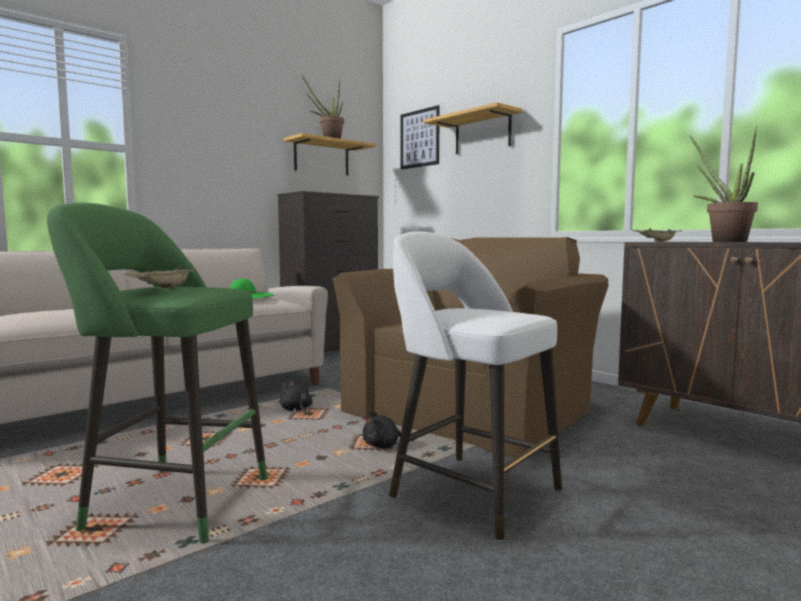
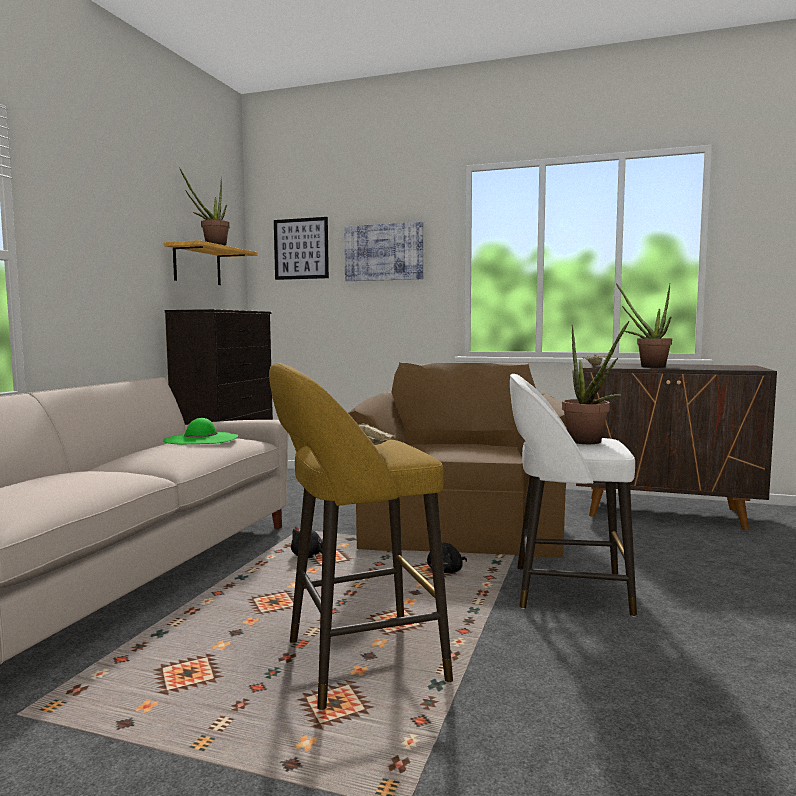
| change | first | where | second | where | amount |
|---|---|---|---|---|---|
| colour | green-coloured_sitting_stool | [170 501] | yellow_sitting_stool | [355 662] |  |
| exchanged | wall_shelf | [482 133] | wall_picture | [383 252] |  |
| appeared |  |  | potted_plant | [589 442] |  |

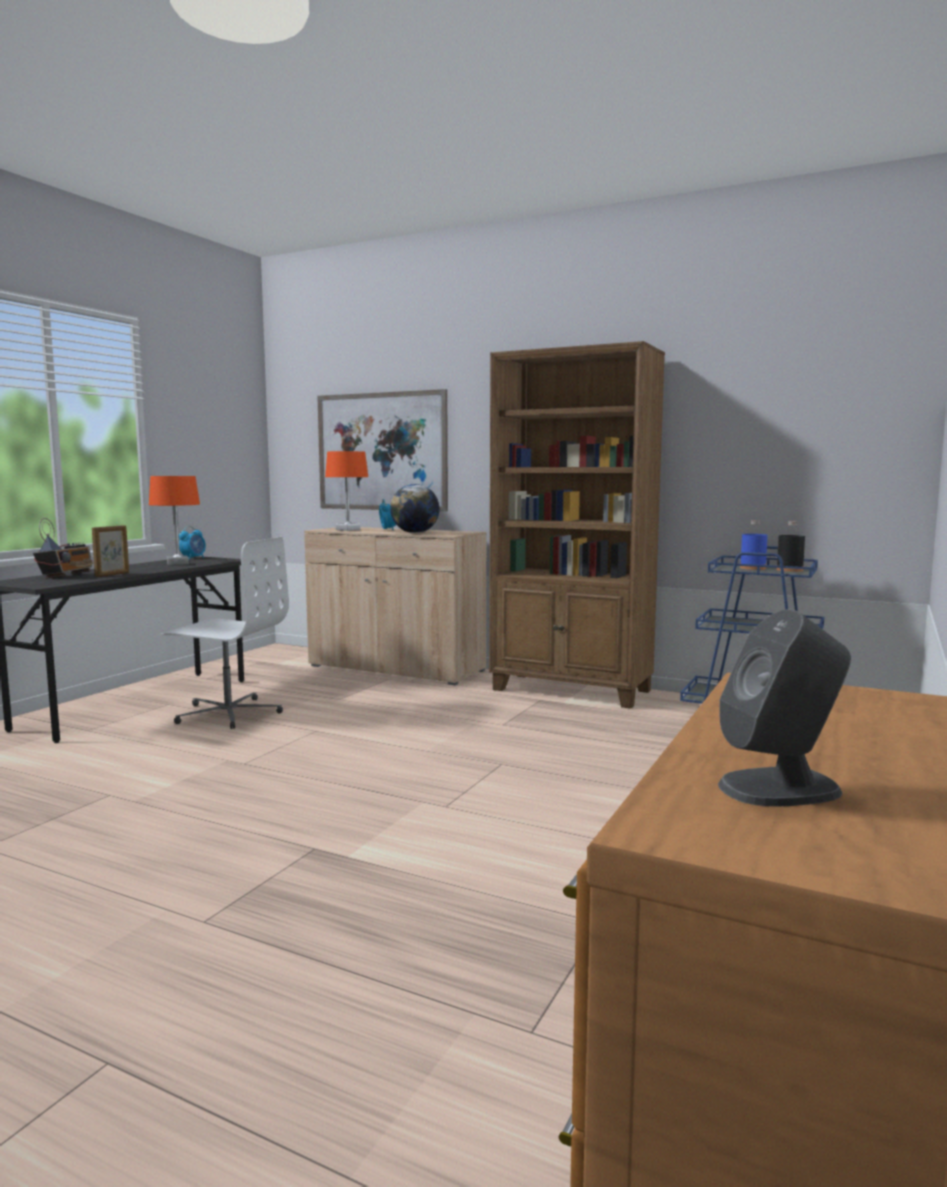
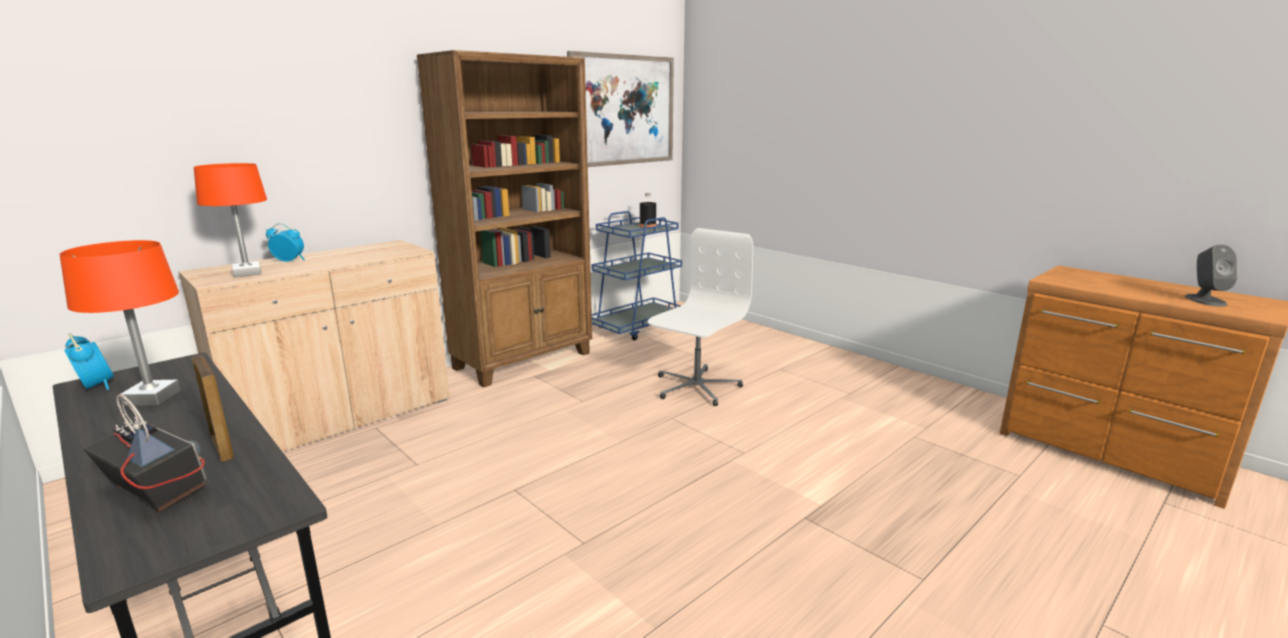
| change | first | where | second | where | amount |
|---|---|---|---|---|---|
| relocated | white-coloured_computer_chair | [228 713] |  | [695 387] |  |
| relocated | wall_picture | [381 451] |  | [623 110] |  |
| missing | world_globe | [415 533] |  |  |  |
| missing | blue_drink_bottle | [753 568] |  |  |  |

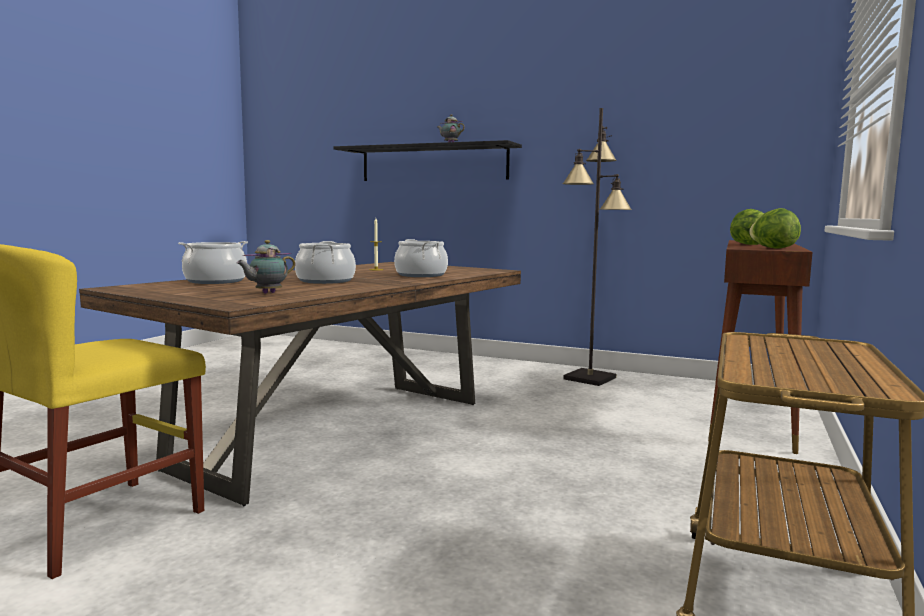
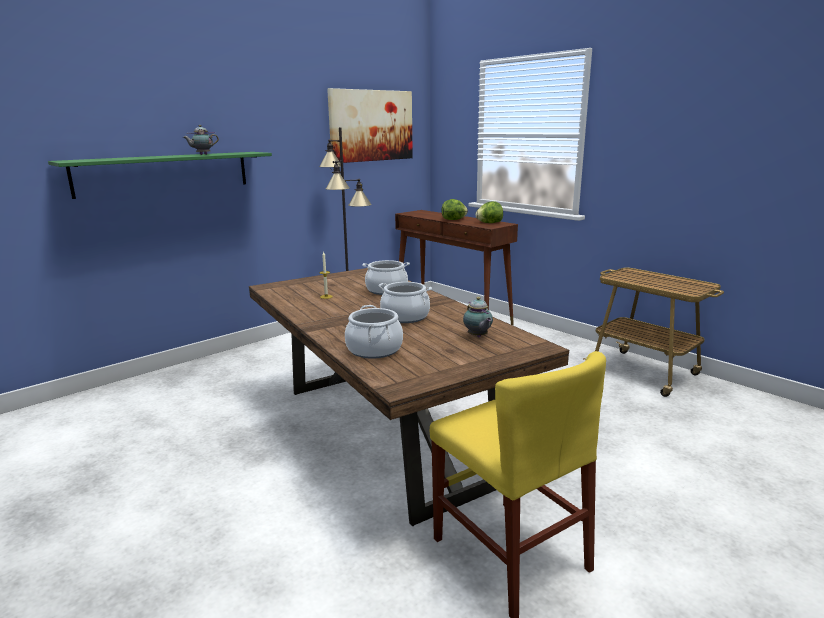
| change | first | where | second | where | amount |
|---|---|---|---|---|---|
| colour | blackish_wall_shelf | [433 163] | green-coloured_wall_shelf | [164 173] |  |
| appeared |  |  | wall_picture | [371 125] |  |

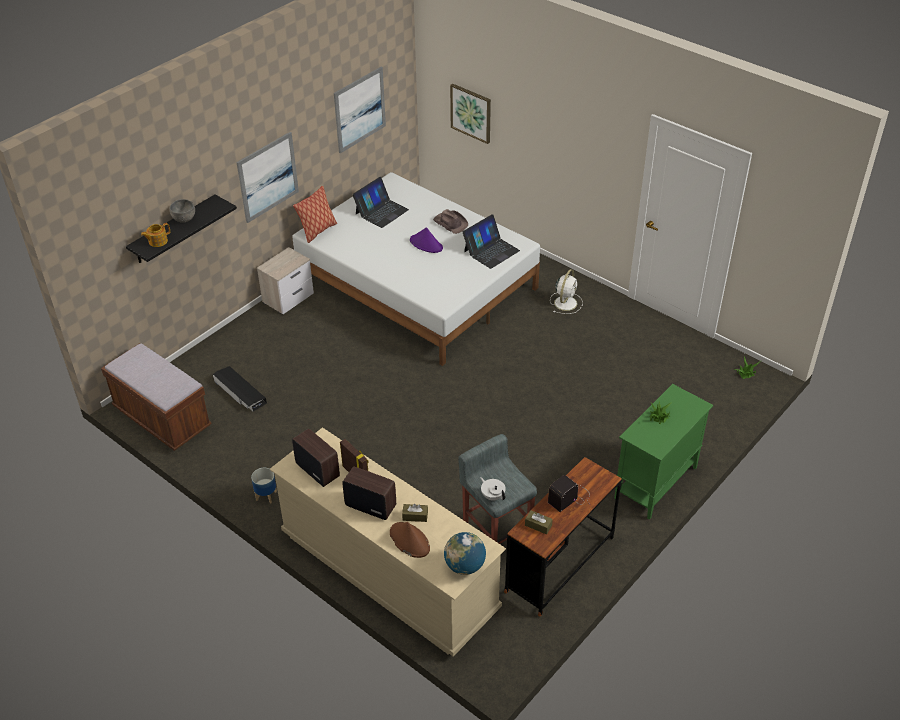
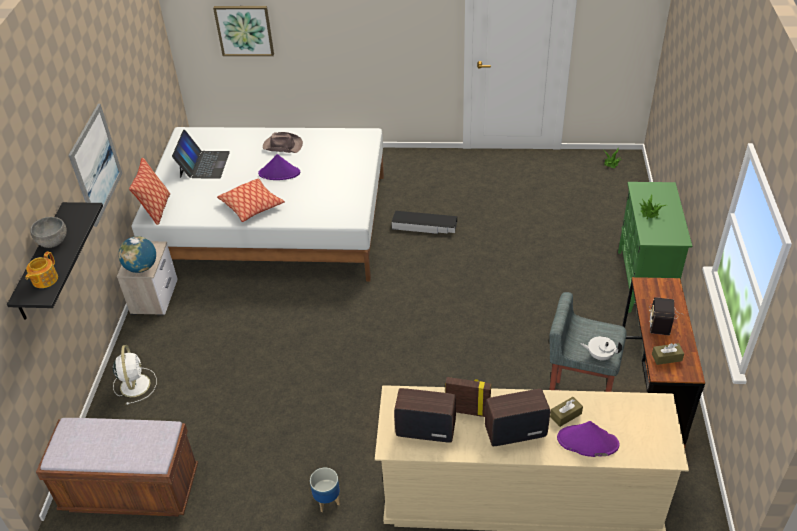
| change | first | where | second | where | amount |
|---|---|---|---|---|---|
| relocated | blackish_storage_box | [240 392] |  | [424 226] |  |
| missing | wall_picture | [359 109] |  |  |  |
| colour | brownish_wearable_hat | [409 540] | purple_wearable_hat | [587 441] |  |
| relocated | world_globe | [465 566] |  | [141 267] |  |
| missing | notebook_computer | [491 251] |  |  |  |
| relocated | white-coloured_fan | [566 302] |  | [135 384] |  |
| appeared |  |  | cushion | [252 206] |  |

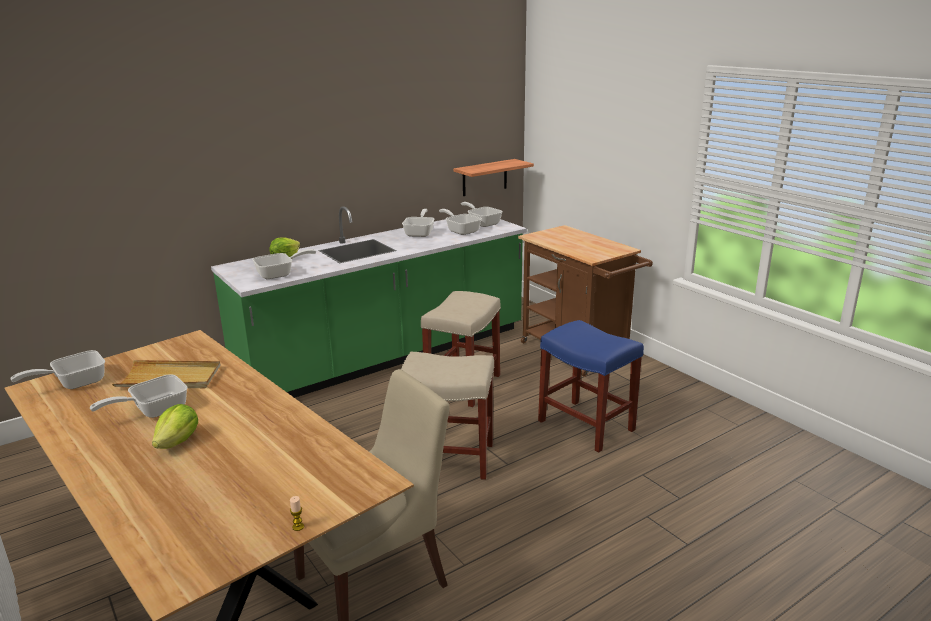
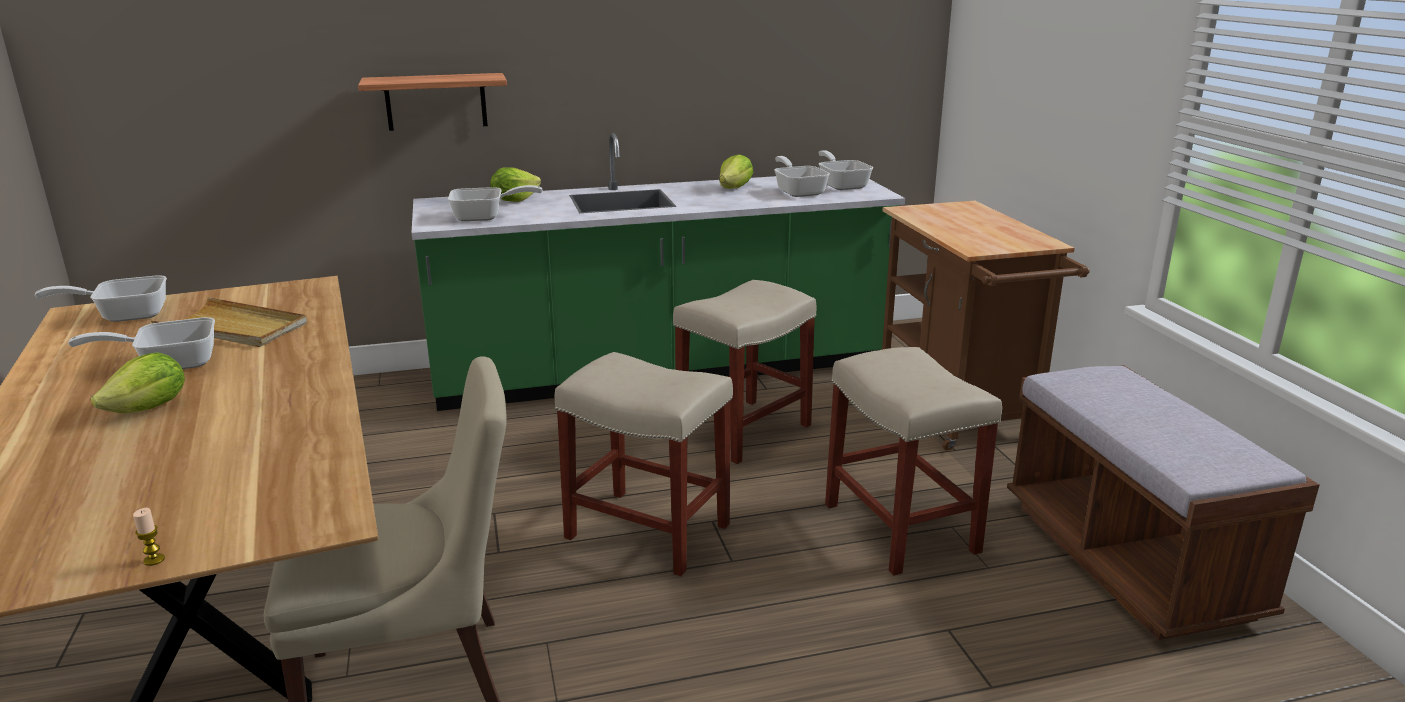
| change | first | where | second | where | amount |
|---|---|---|---|---|---|
| exchanged | skillet | [420 233] | head_of_lettuce | [735 188] |  |
| relocated | wall_shelf | [484 177] |  | [436 101] |  |
| colour | blue_sitting_stool | [587 426] | beige_sitting_stool | [902 529] |  |
| appeared |  |  | brownish_bench | [1128 559] |  |

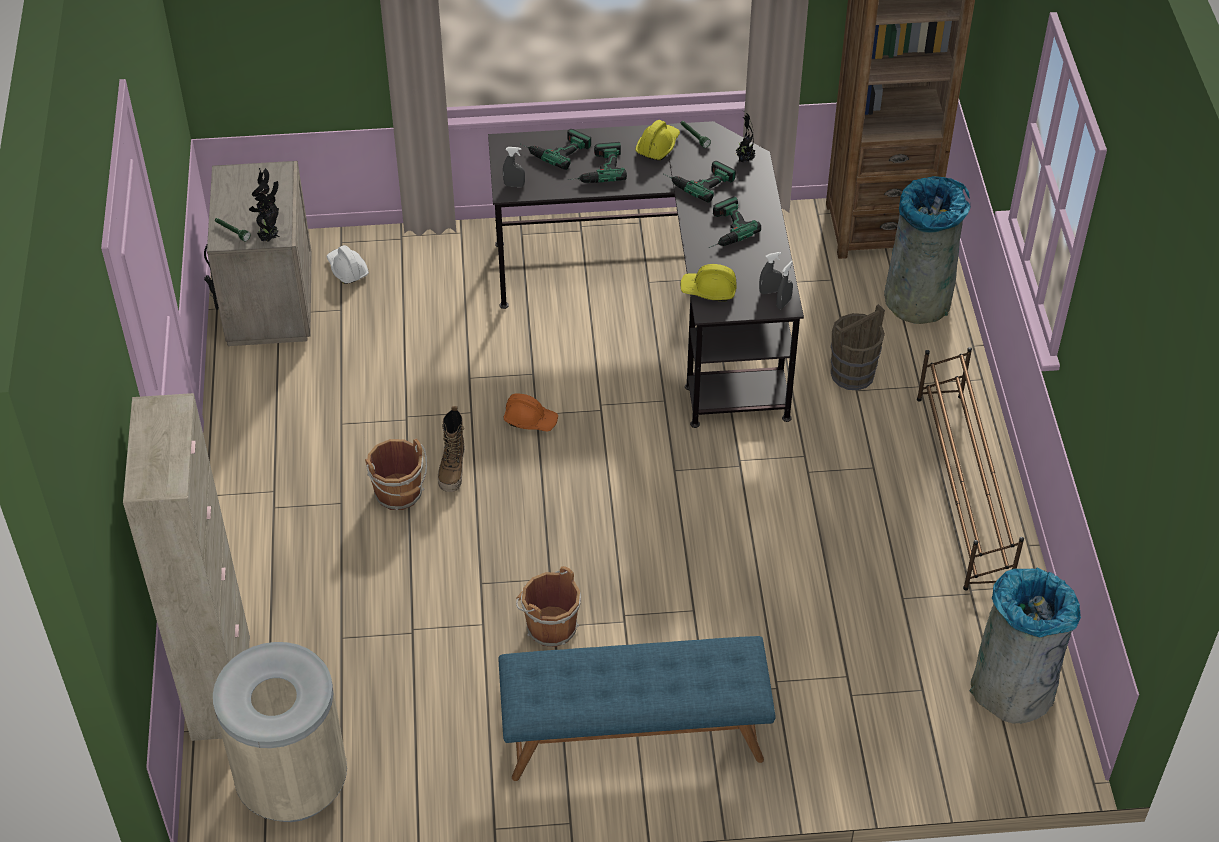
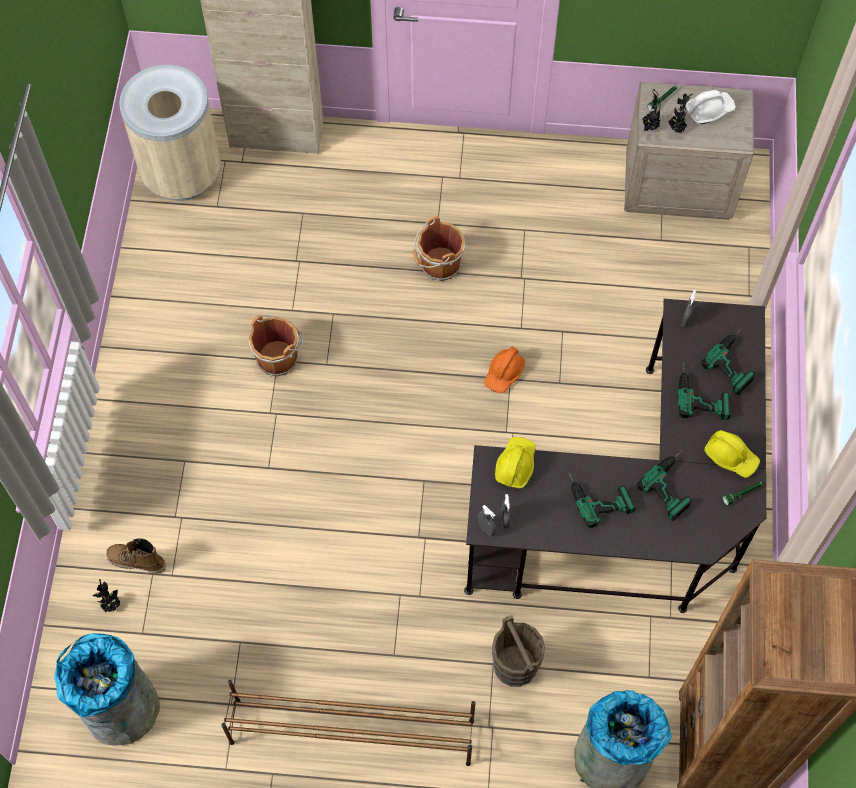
| change | first | where | second | where | amount |
|---|---|---|---|---|---|
| relocated | white-coloured_safety_helmet | [347 269] |  | [709 110] |  |
| relocated | boot | [453 470] |  | [137 562] |  |
| missing | blue_bench | [634 736] |  |  |  |
| relocated | potted_plant | [744 159] |  | [112 605] |  |

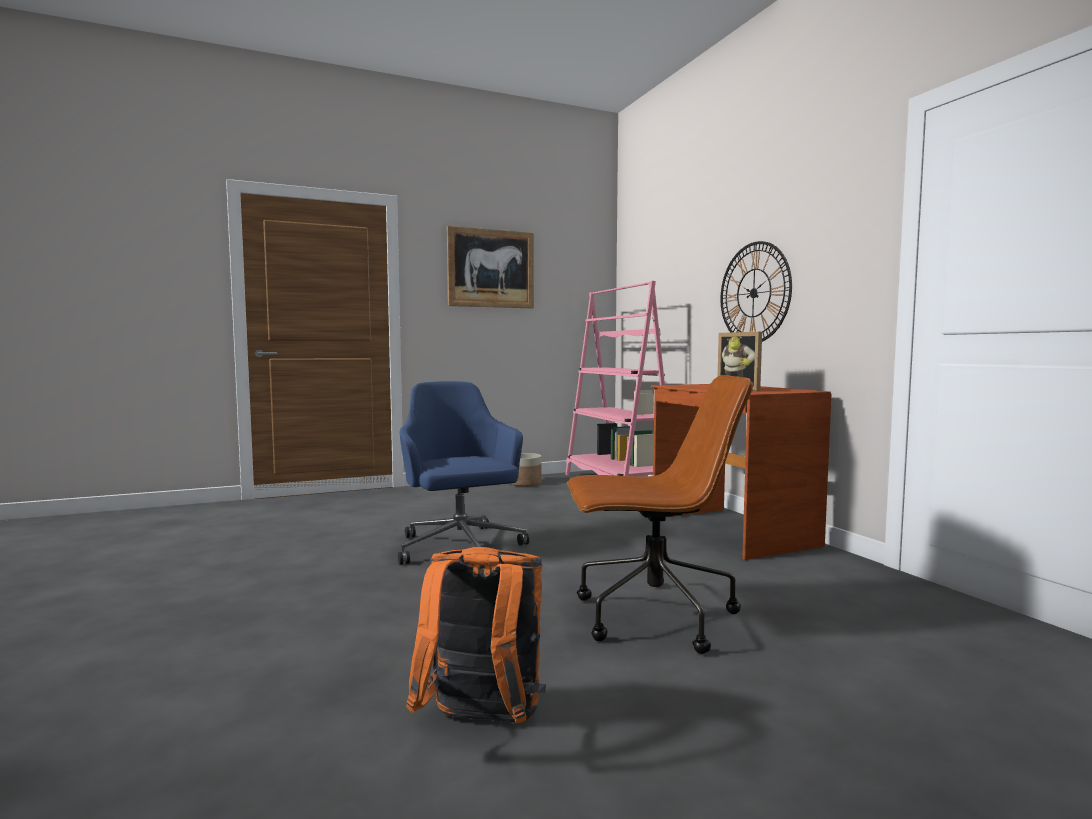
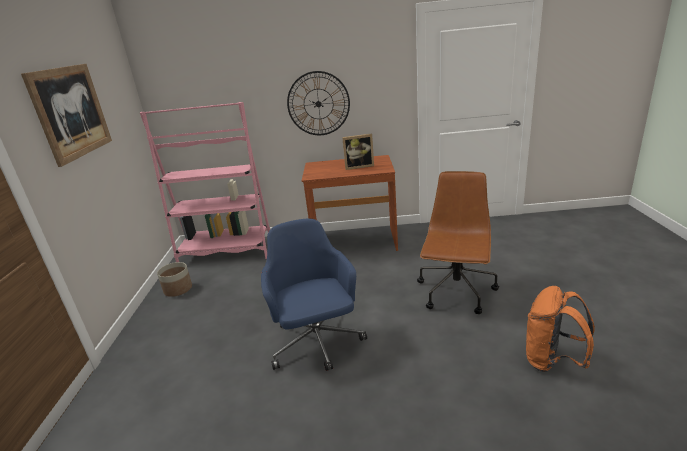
| change | first | where | second | where | amount |
|---|---|---|---|---|---|
| spun | blue_computer_chair | [460 547] |  | [317 343] | 75 degrees clockwise |

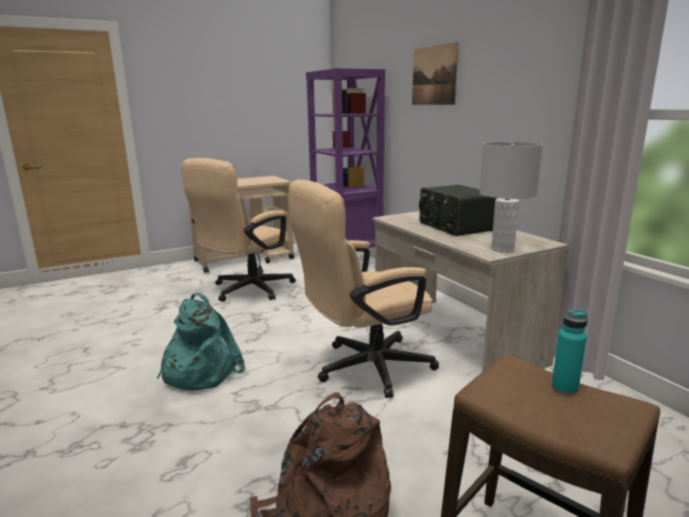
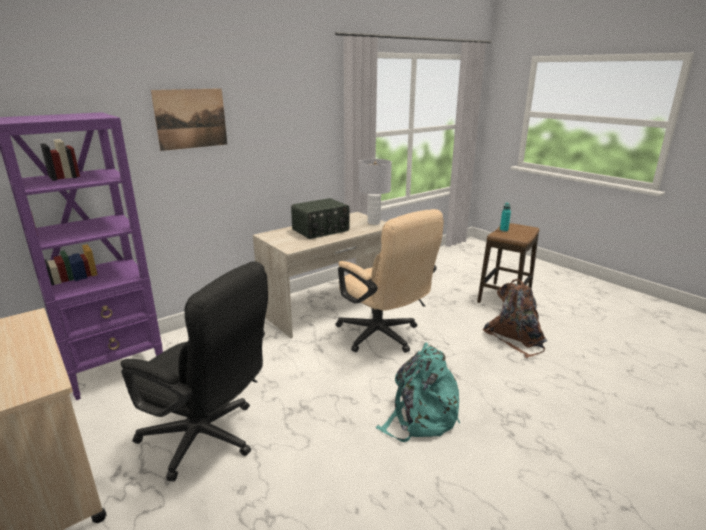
| change | first | where | second | where | amount |
|---|---|---|---|---|---|
| colour | beige_computer_chair | [246 290] | blackish_computer_chair | [208 439] |  |

